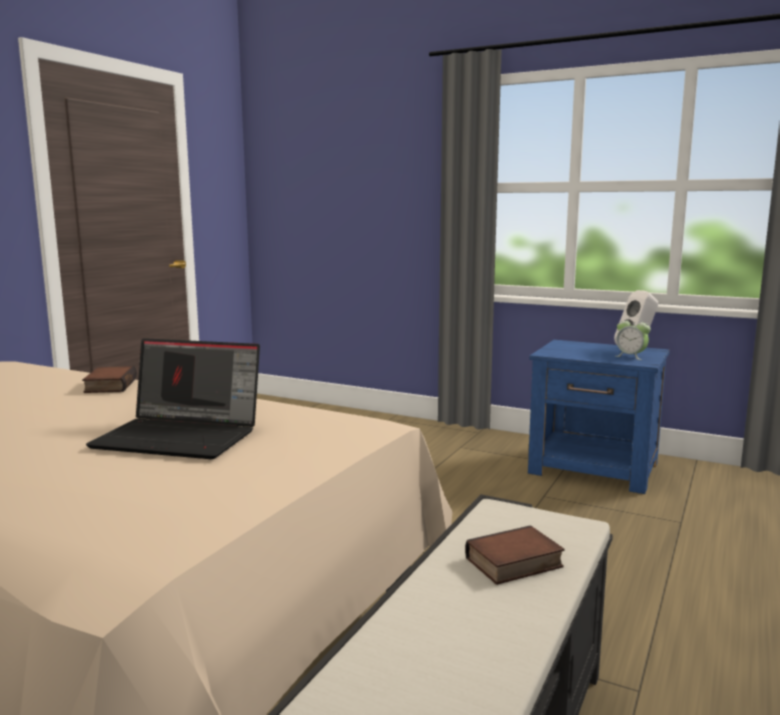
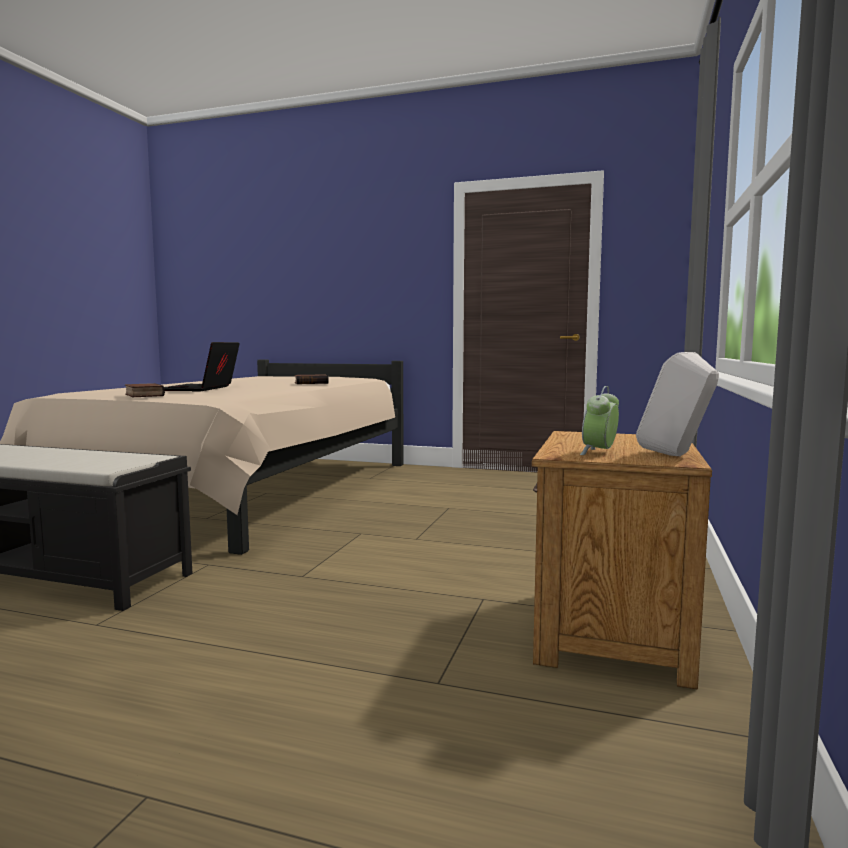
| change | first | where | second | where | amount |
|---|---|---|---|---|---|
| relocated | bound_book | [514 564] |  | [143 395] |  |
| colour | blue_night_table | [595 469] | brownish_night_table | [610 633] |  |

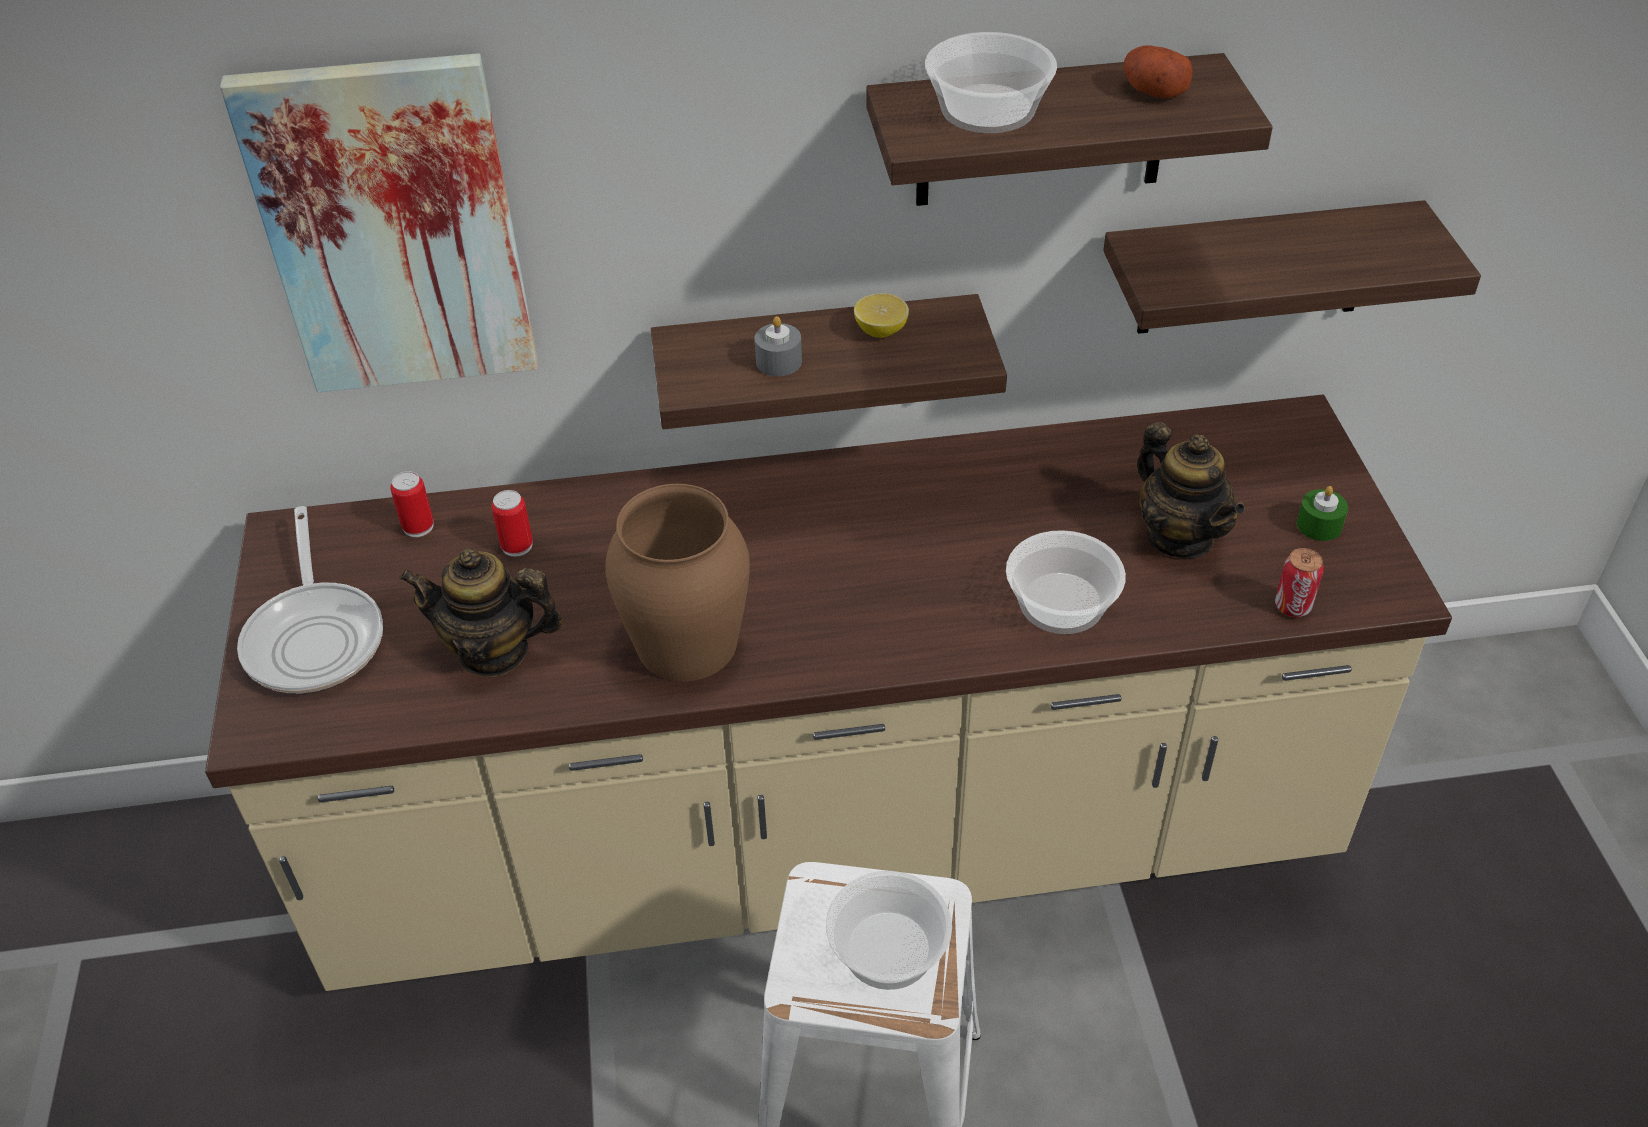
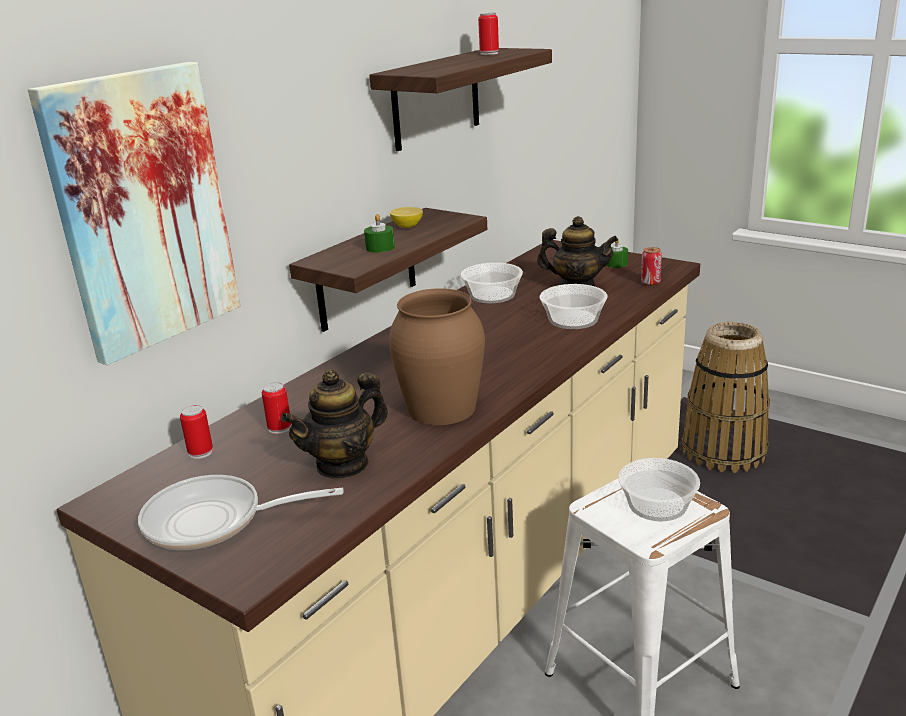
| change | first | where | second | where | amount |
|---|---|---|---|---|---|
| spun | skillet | [315 636] |  | [214 521] | 150 degrees clockwise |
| colour | grey_wax_candle | [779 361] | green-coloured_wax_candle | [380 247] |  |
| relocated | serving_bowl | [989 109] |  | [493 294] |  |
| missing | wall_shelf | [1255 269] |  |  |  |
| exchanged | spud | [1152 90] | sealed_can | [489 53] |  |
| appeared |  |  | basket | [724 450] |  |

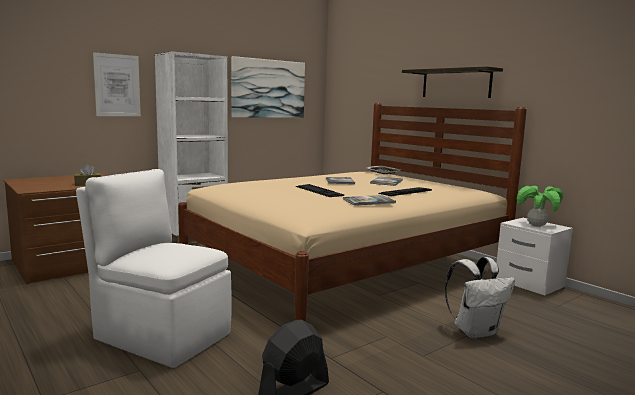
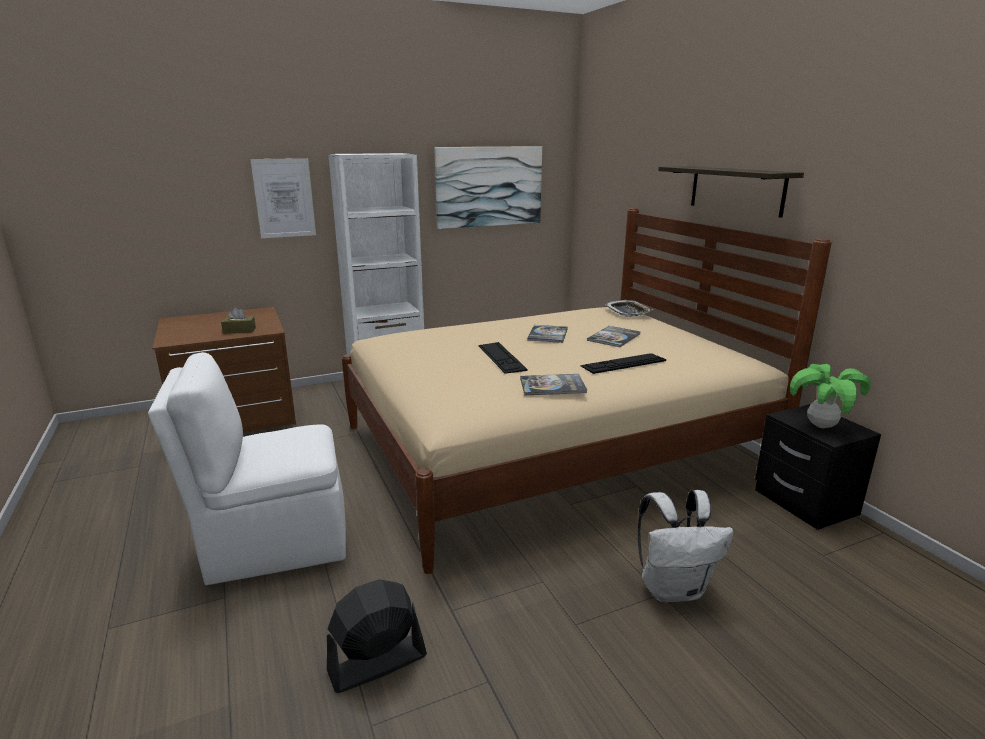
| change | first | where | second | where | amount |
|---|---|---|---|---|---|
| spun | white-coloured_chair | [161 335] |  | [273 543] | 60 degrees counterclockwise |
| colour | white-coloured_night_table | [528 283] | blackish_night_table | [803 503] |  |

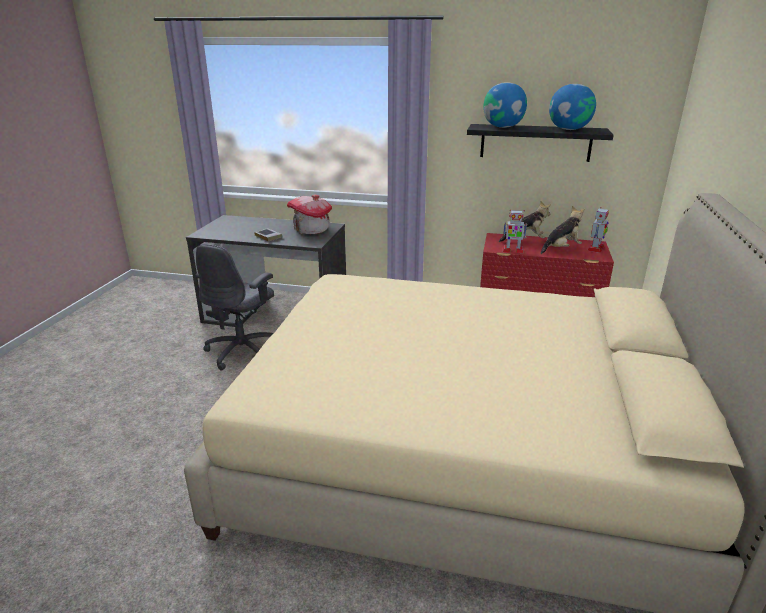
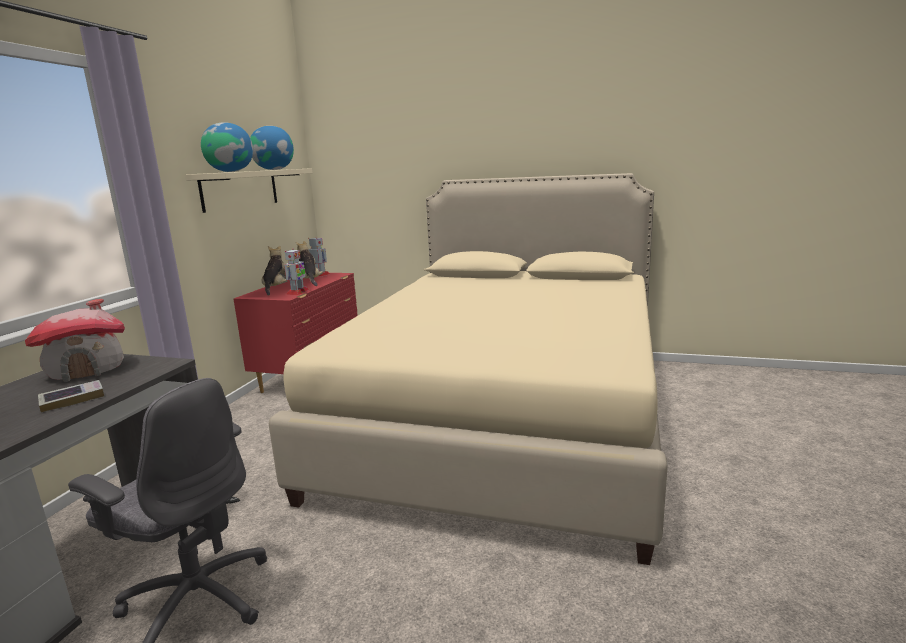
| change | first | where | second | where | amount |
|---|---|---|---|---|---|
| colour | blackish_wall_shelf | [535 142] | beige_wall_shelf | [240 189] |  |

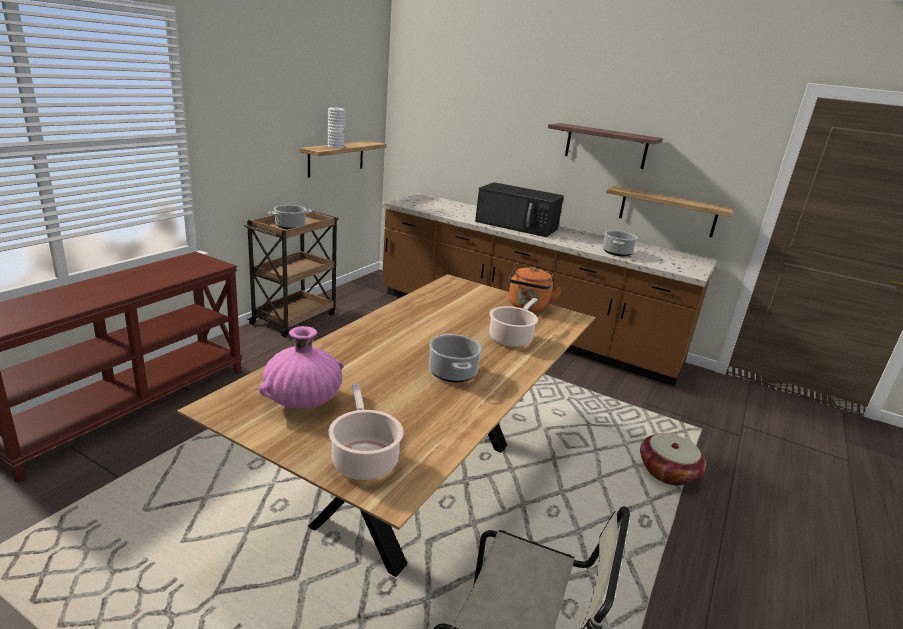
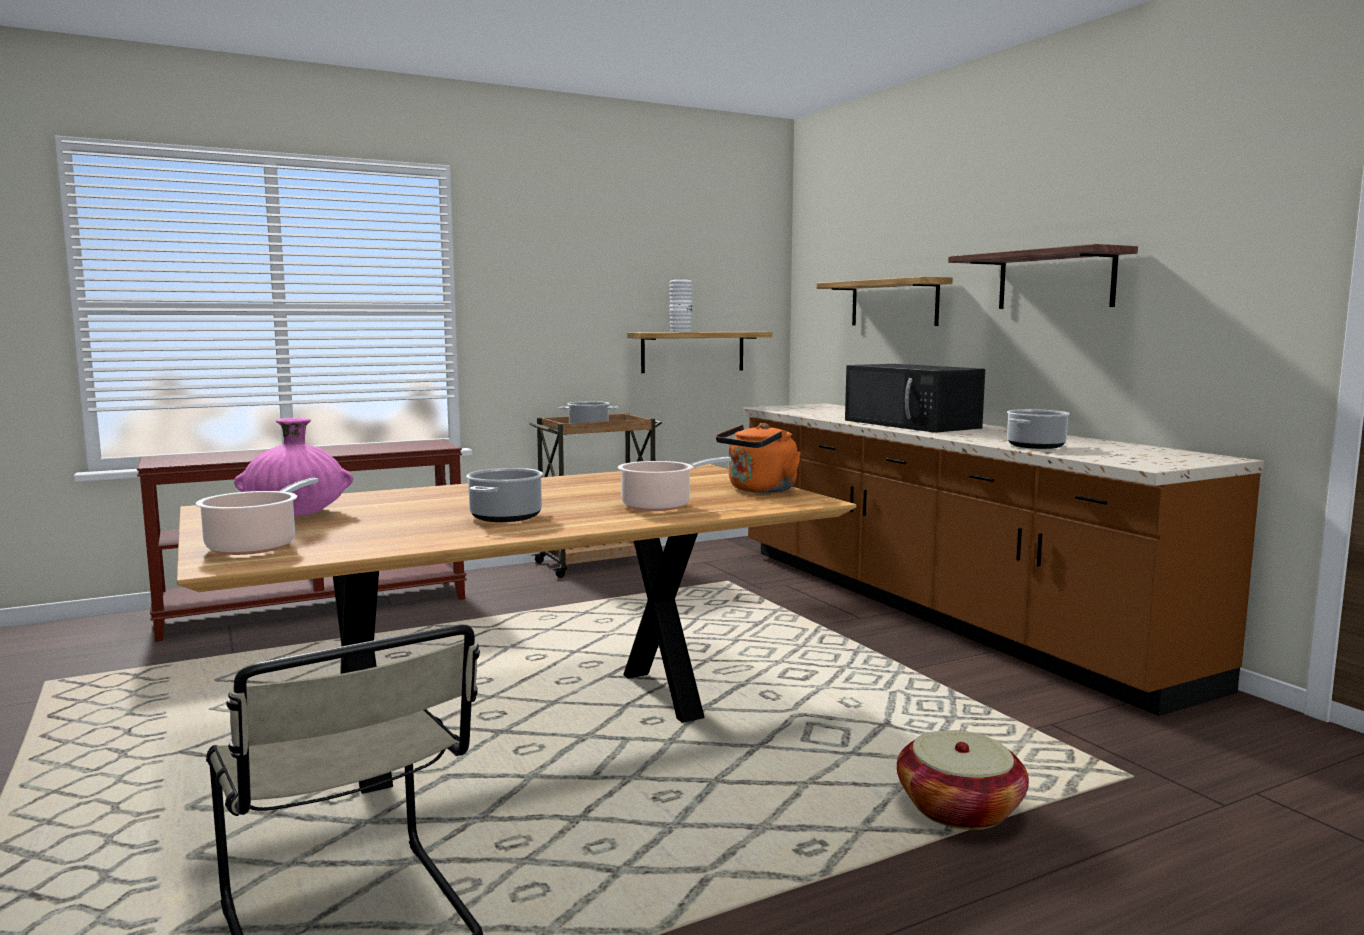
| change | first | where | second | where | amount |
|---|---|---|---|---|---|
| relocated | wall_shelf | [667 211] |  | [894 303] |  |

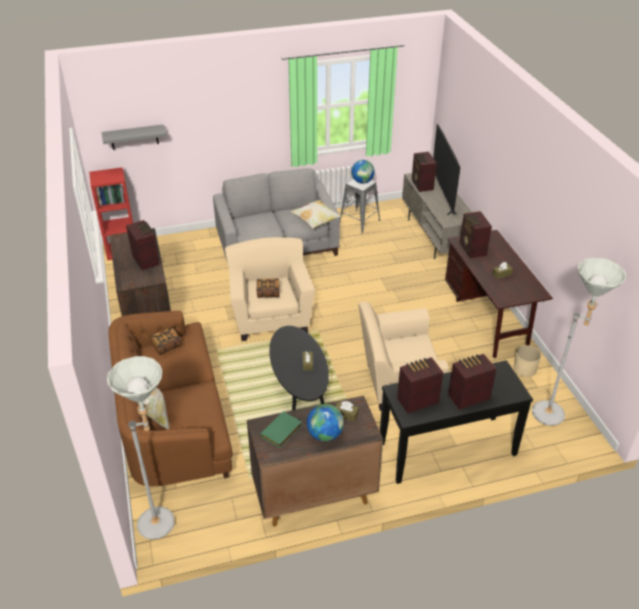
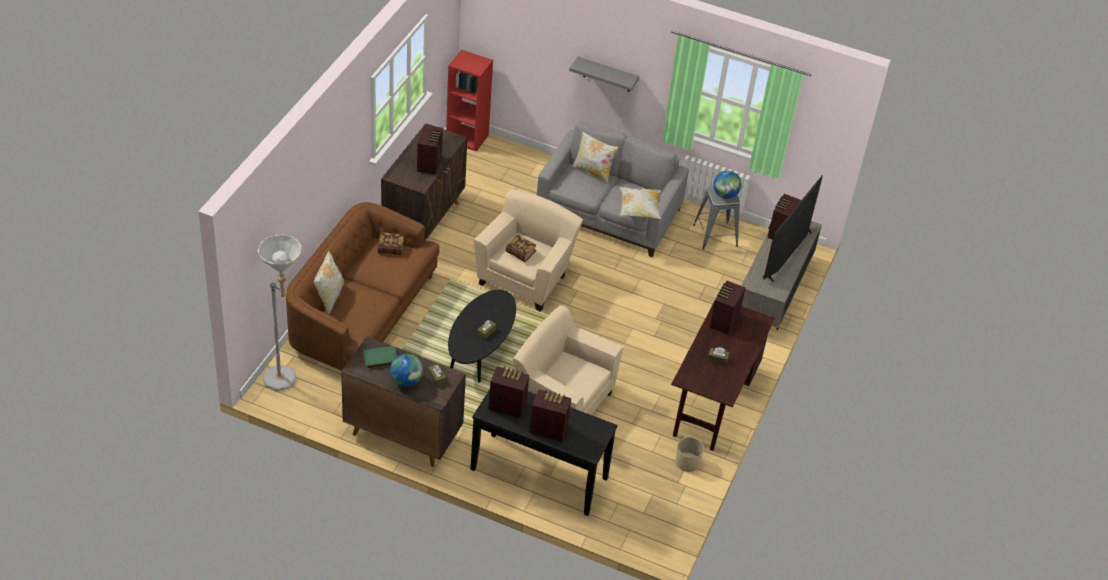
| change | first | where | second | where | amount |
|---|---|---|---|---|---|
| relocated | grey_wall_shelf | [134 137] |  | [607 75] |  |
| missing | grey_standard_lamp | [555 415] |  |  |  |
| appeared |  |  | cushion | [593 172] |  |

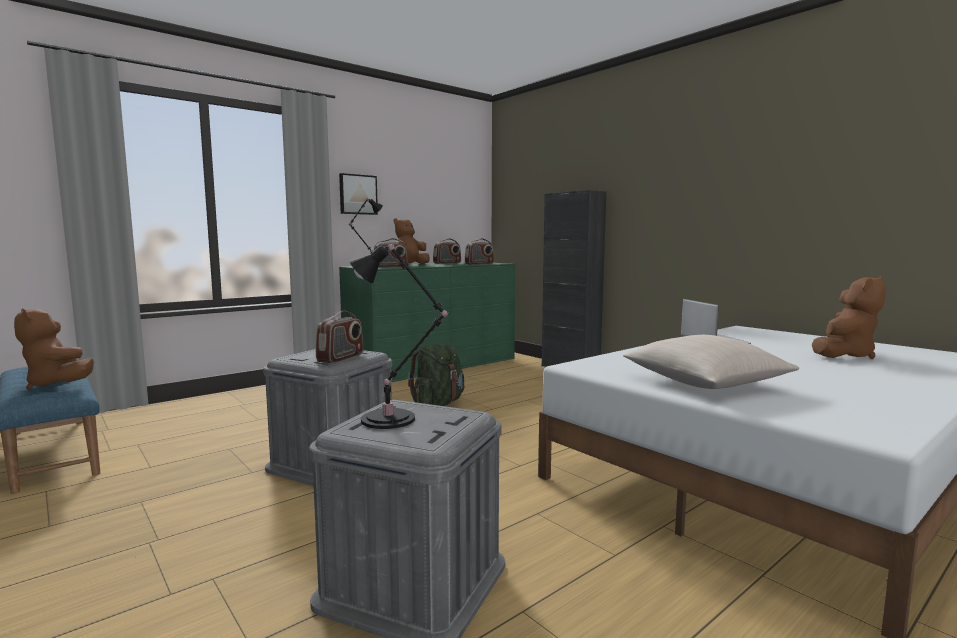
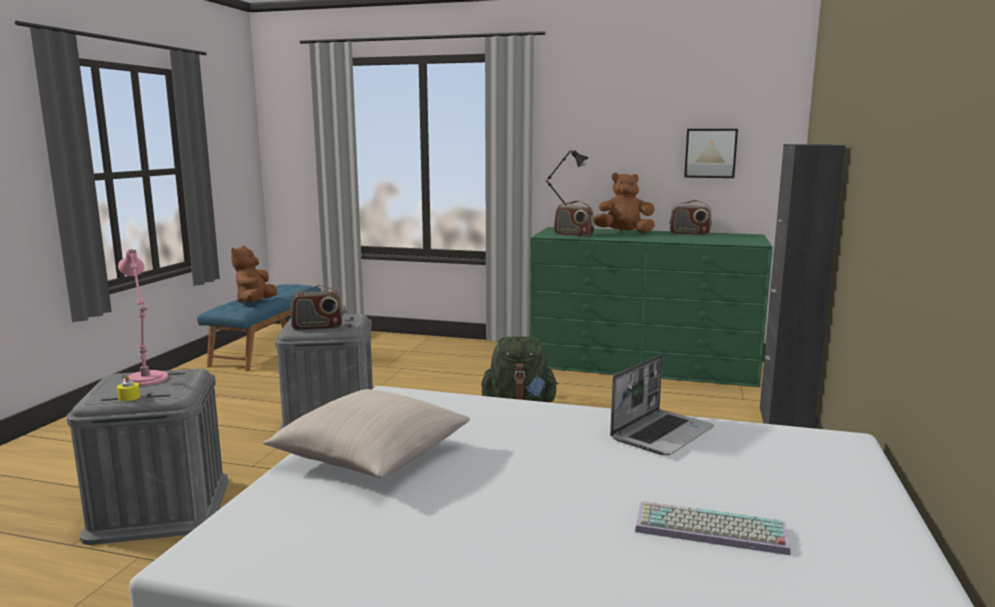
| change | first | where | second | where | amount |
|---|---|---|---|---|---|
| relocated | wall_picture | [357 194] |  | [710 153] |  |
| colour | blackish_lamp_for_a_table | [393 419] | pinkish_lamp_for_a_table | [146 380] |  |
| missing | radio_set | [479 264] |  |  |  |
| exchanged | brownish_soft_toy | [843 355] | PC_keyboard | [708 530] |  |
| appeared |  |  | yellow_wax_candle | [129 397] |  |

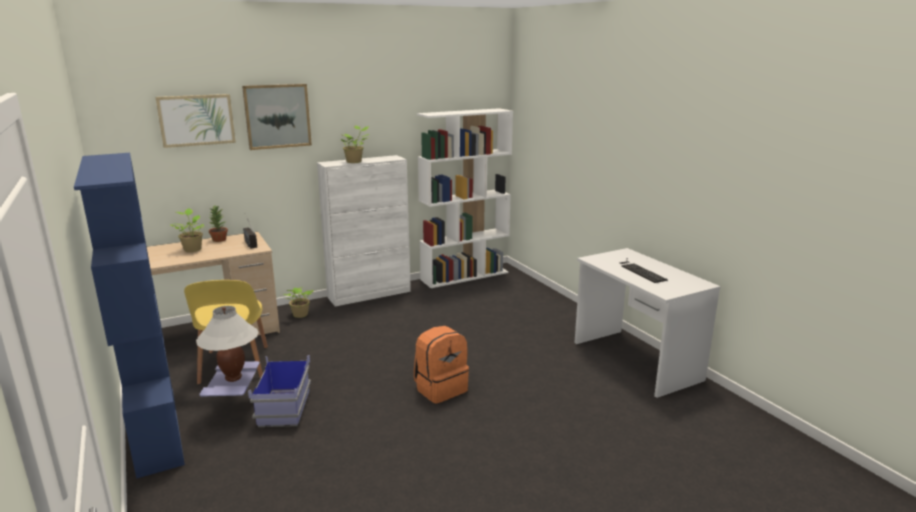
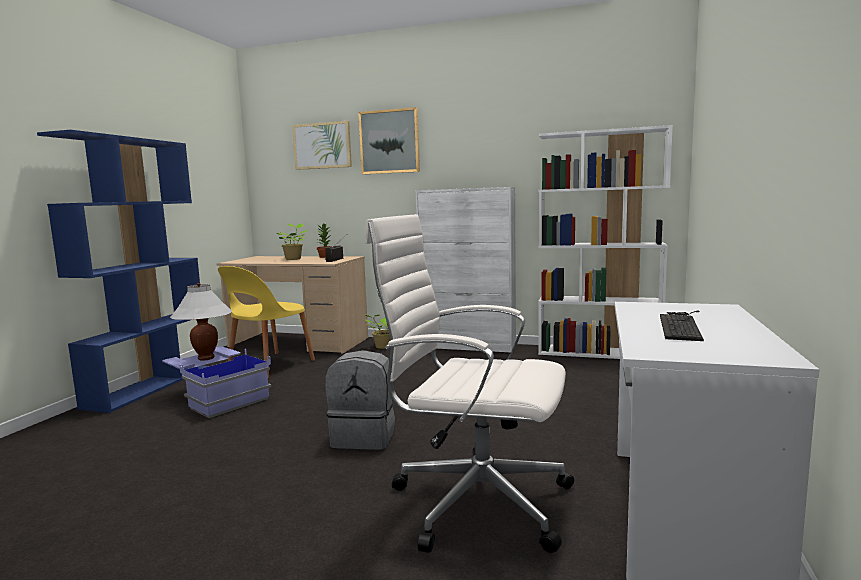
| change | first | where | second | where | amount |
|---|---|---|---|---|---|
| missing | potted_plant | [355 161] |  |  |  |
| colour | orange_rucksack | [440 388] | grey_rucksack | [364 437] |  |
| appeared |  |  | white-coloured_computer_chair | [475 501] |  |

